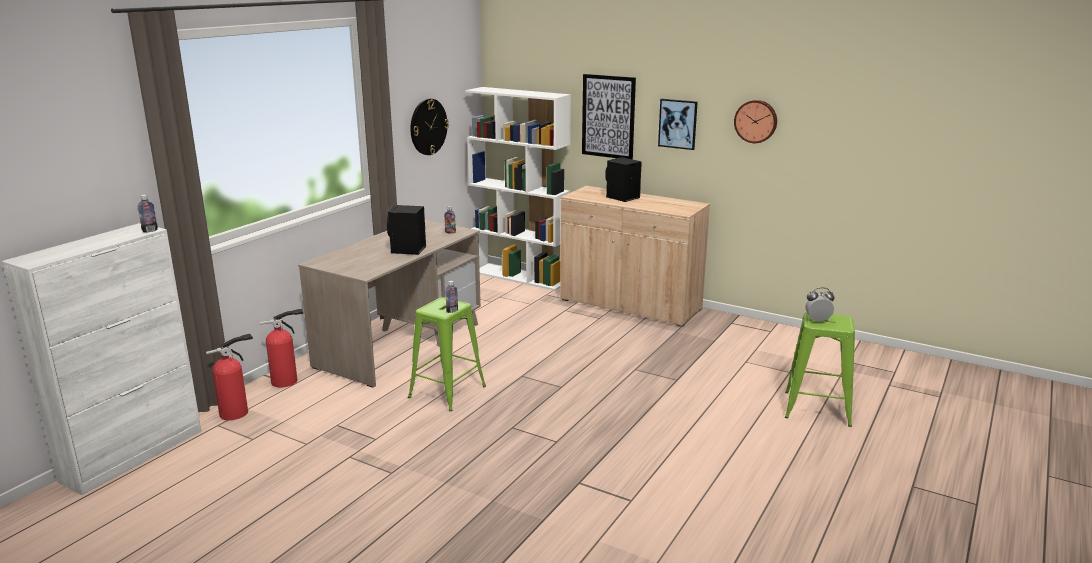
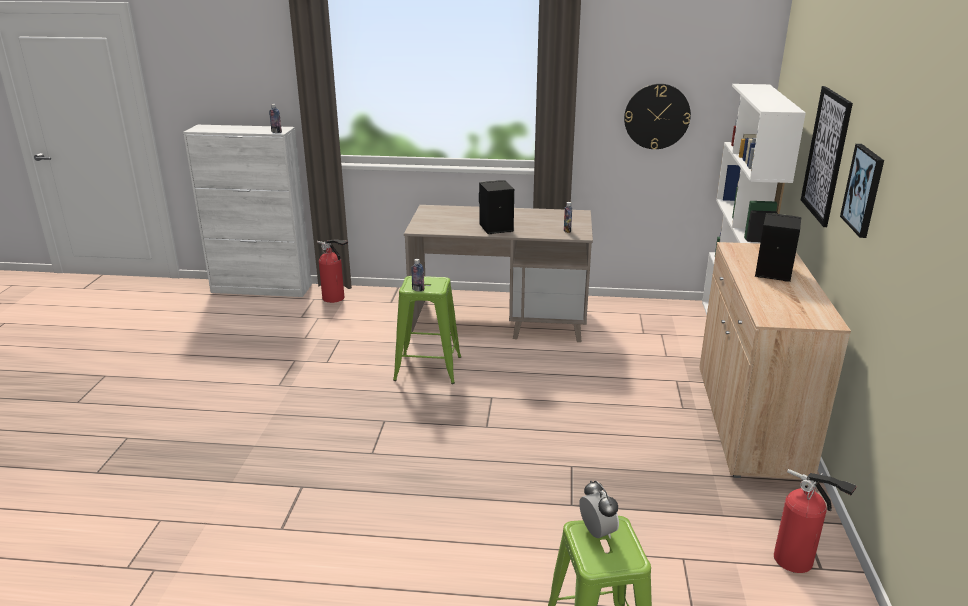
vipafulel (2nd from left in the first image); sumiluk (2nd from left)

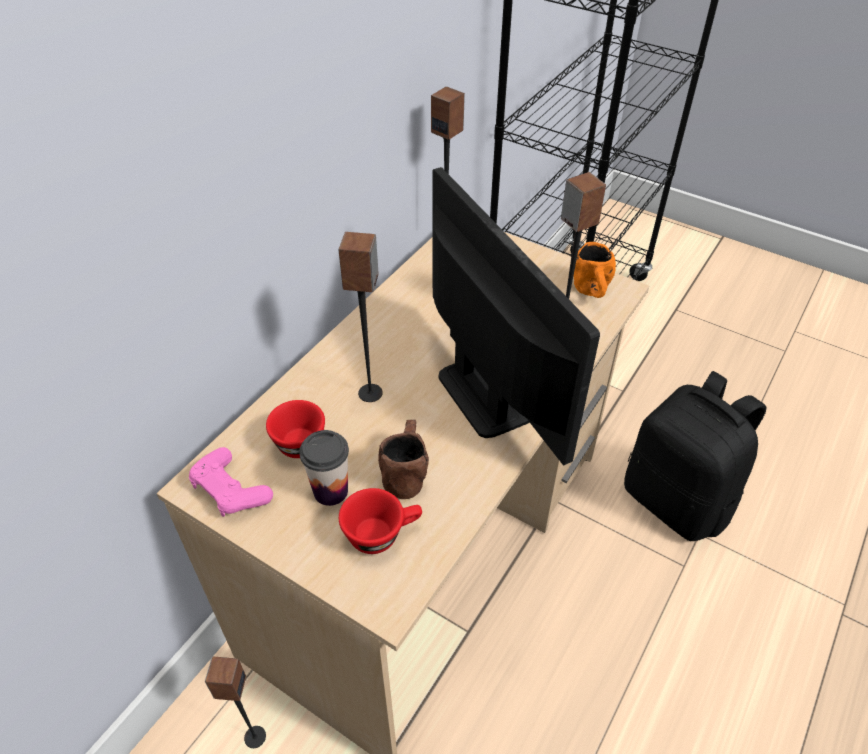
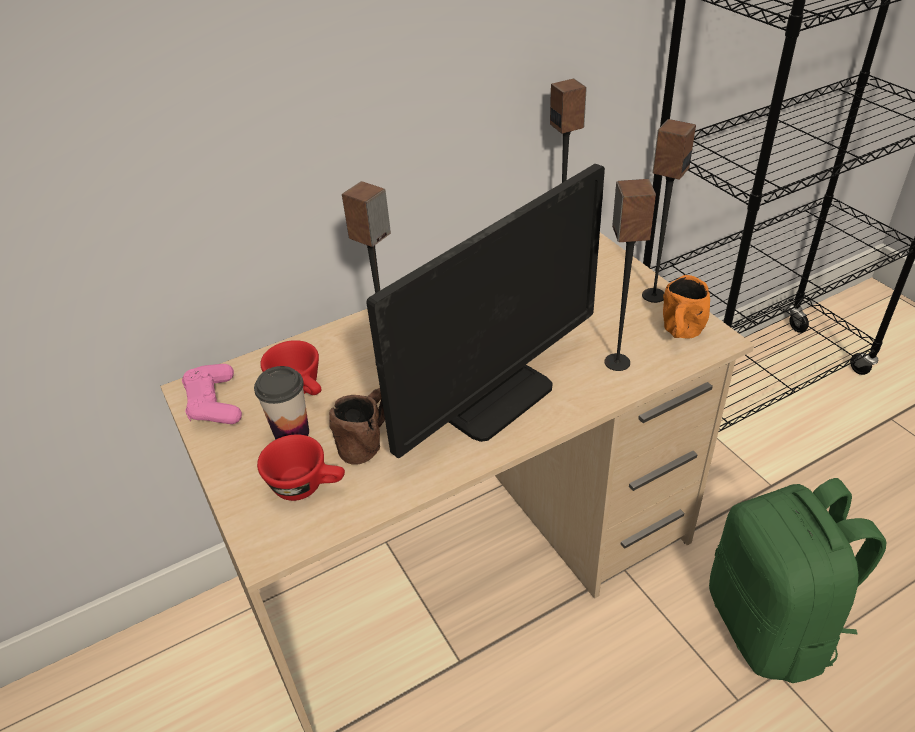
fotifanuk; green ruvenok; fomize (4th from left)

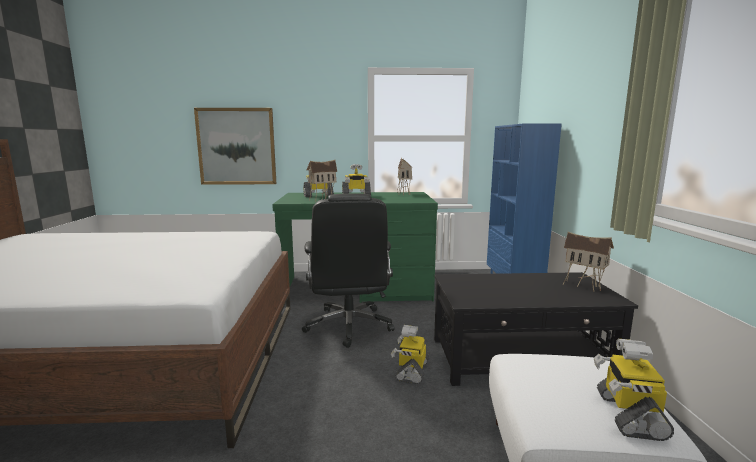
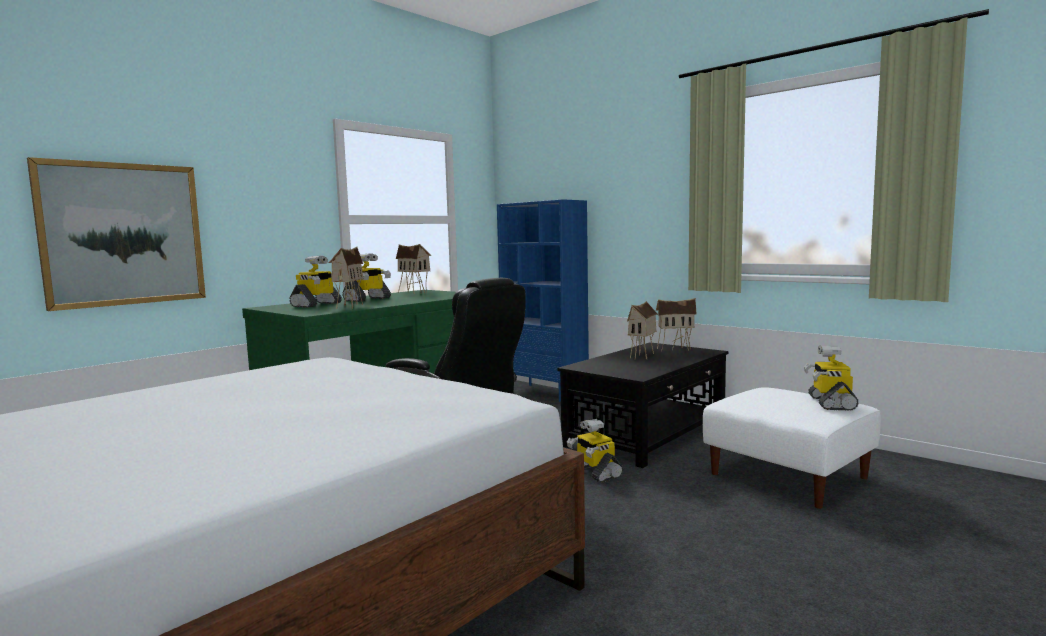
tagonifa (4th from left); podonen (3rd from left)

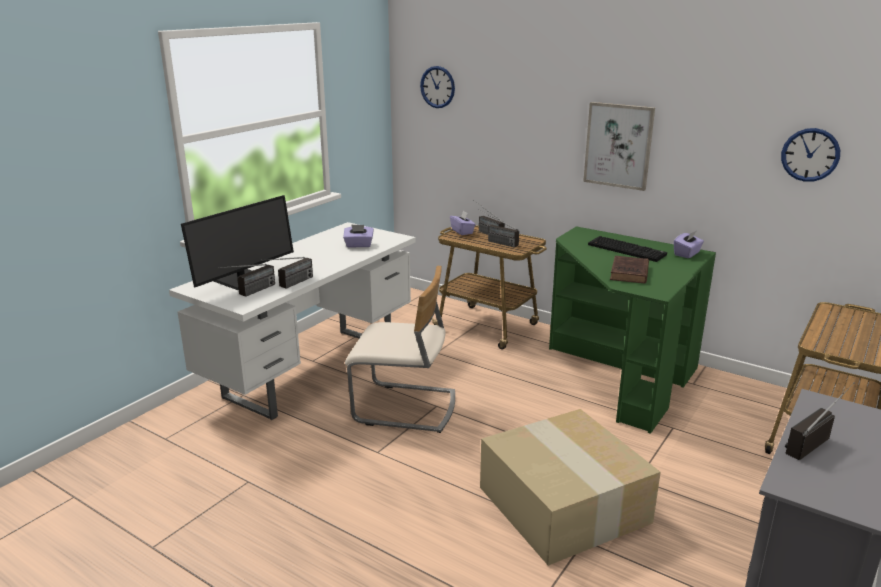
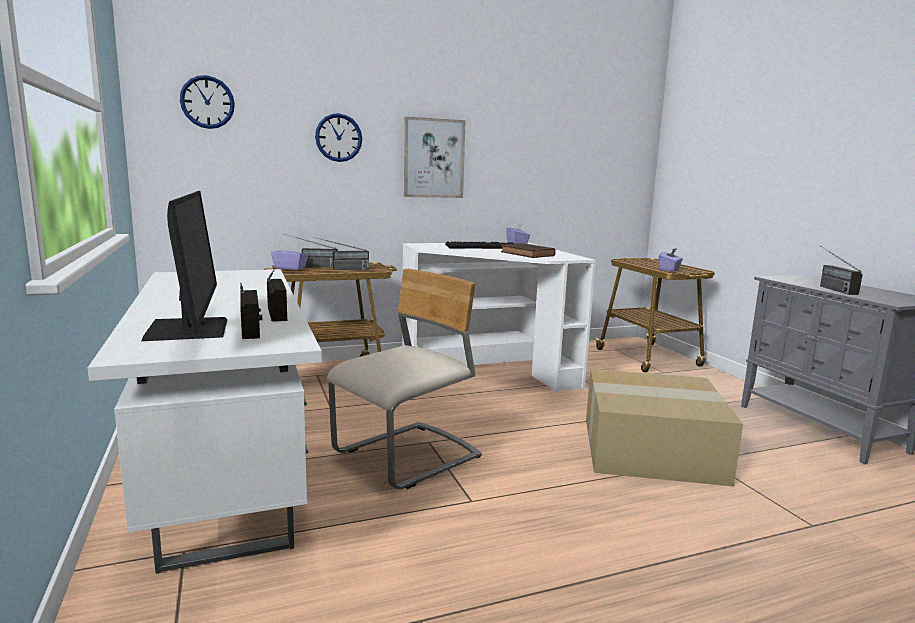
vipafulel (2nd from left); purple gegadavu (3rd from left); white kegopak (2nd from left)

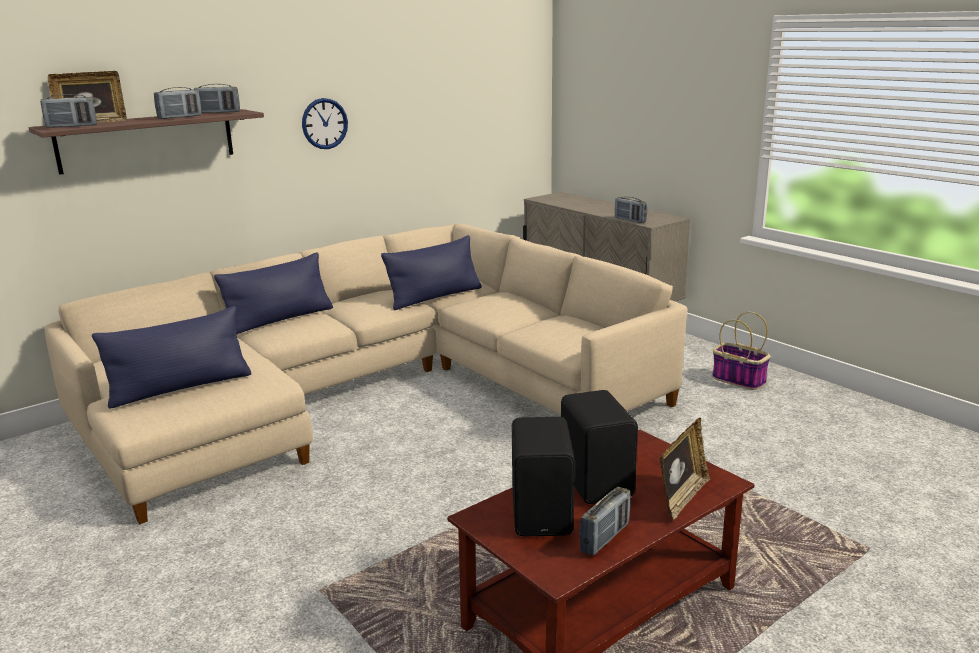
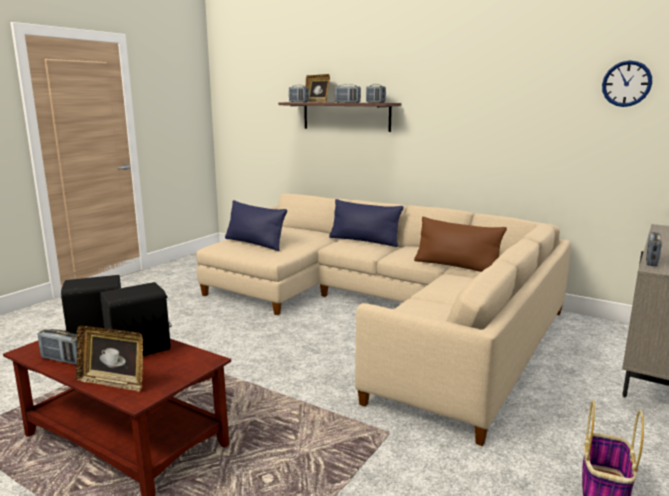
vipafulel; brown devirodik

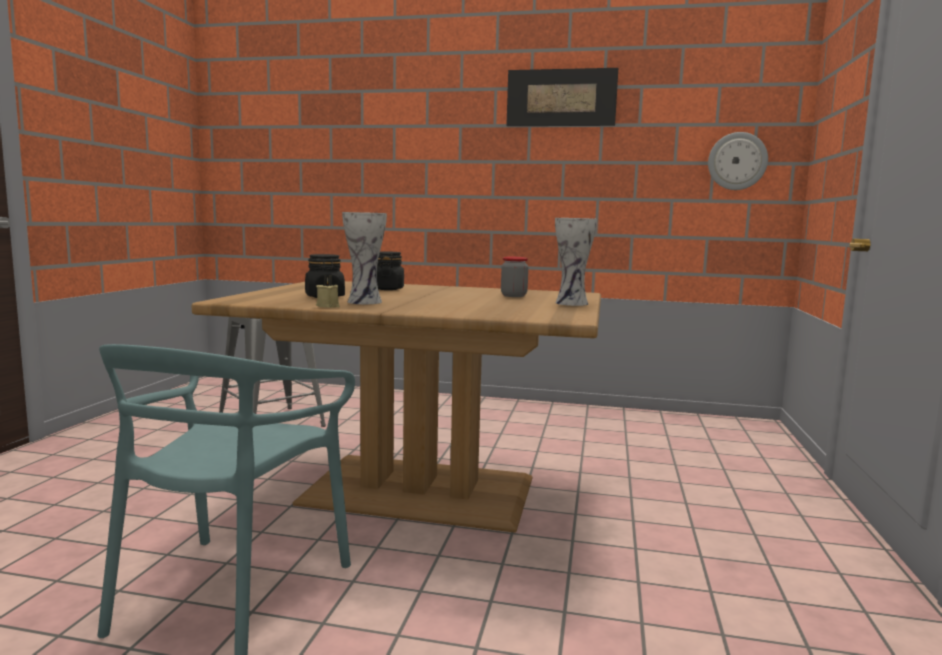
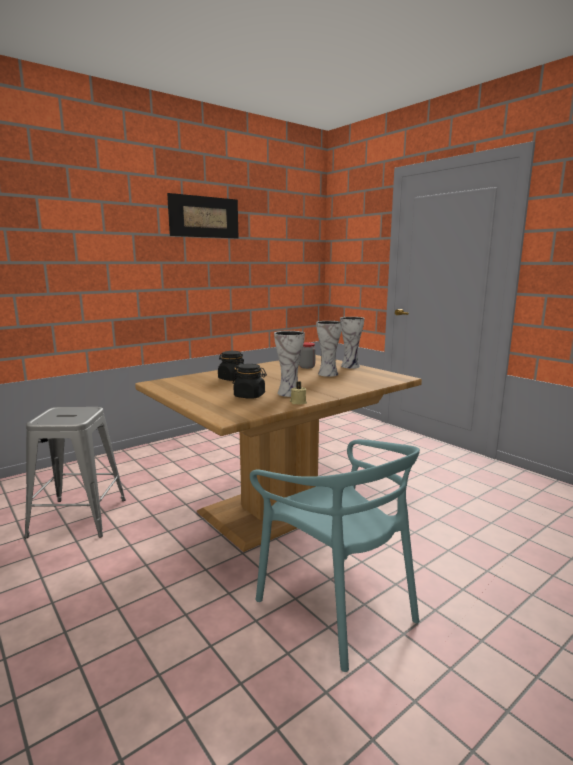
vipafulel; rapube (2nd from left)

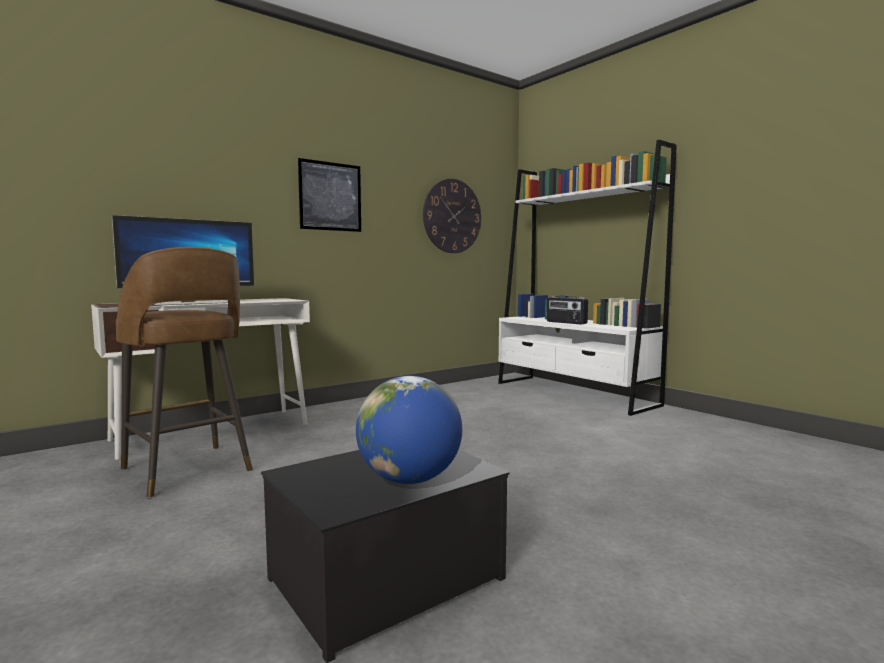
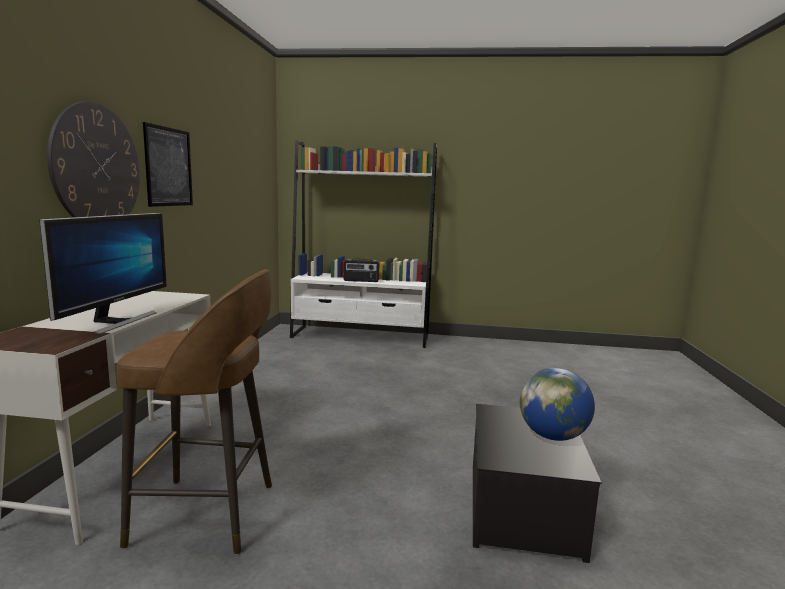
vipafulel

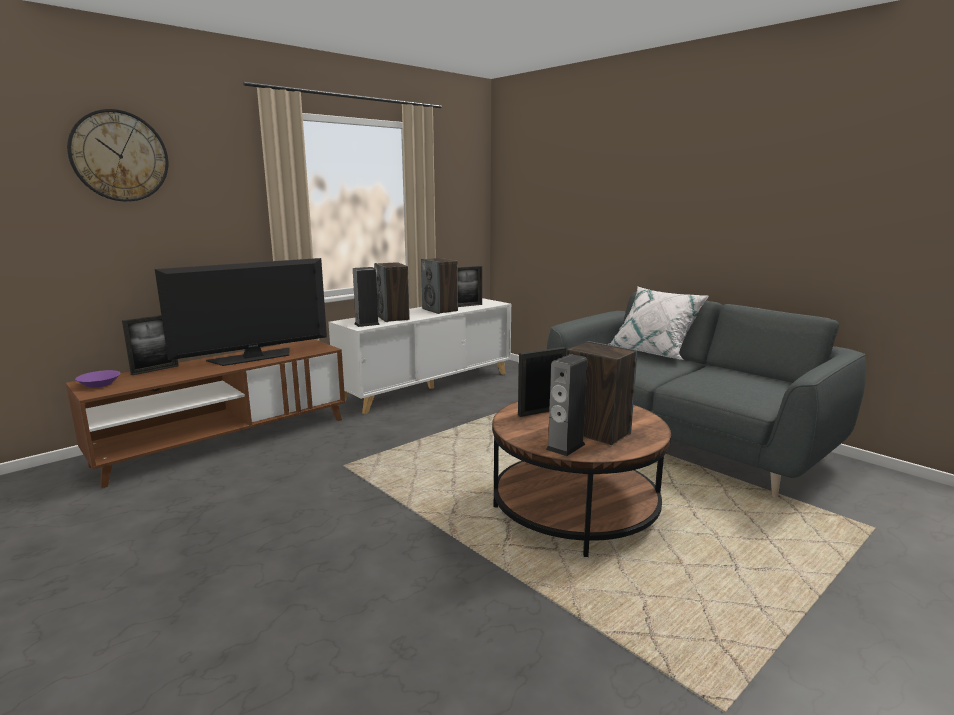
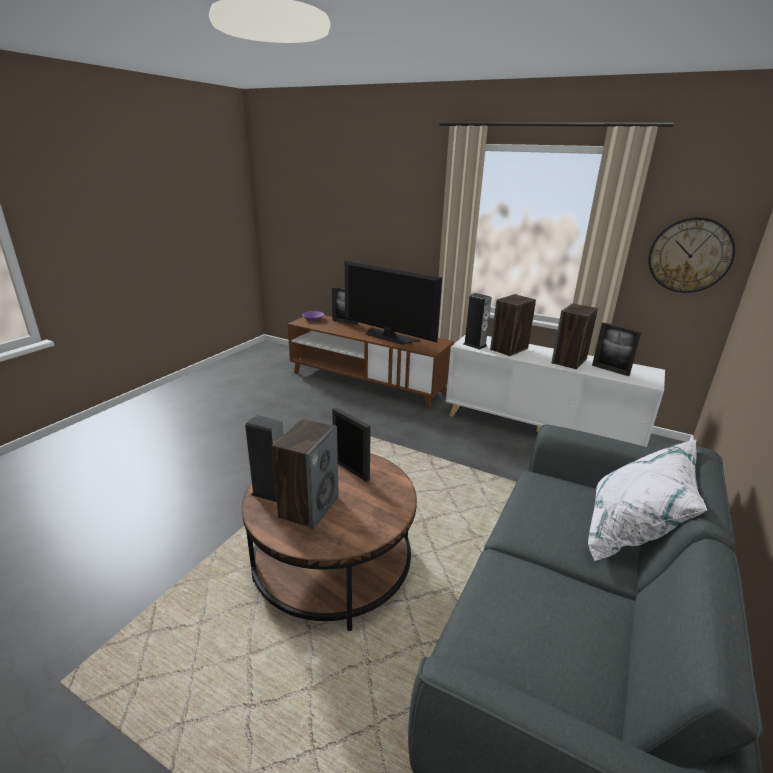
vipafulel

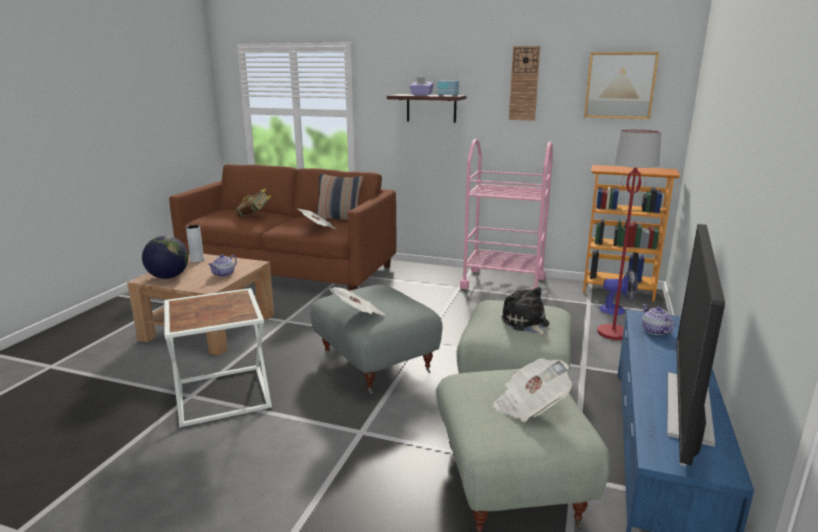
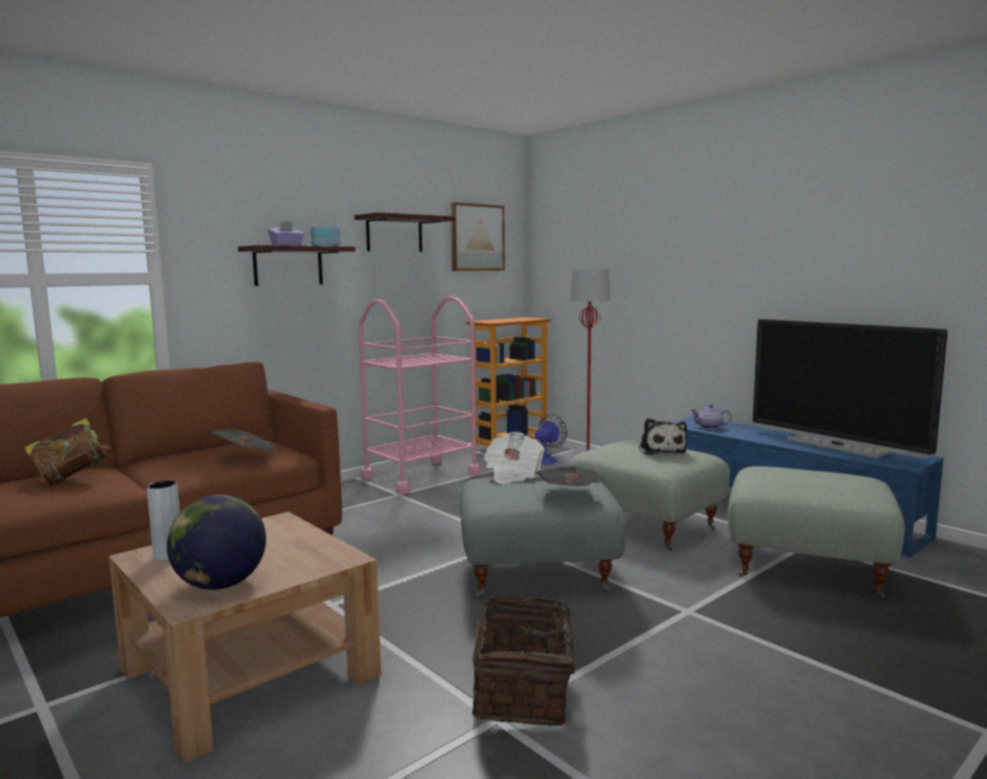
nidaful (2nd from left); devirodik; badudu (1st from left in the first image); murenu; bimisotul; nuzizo (2nd from left)

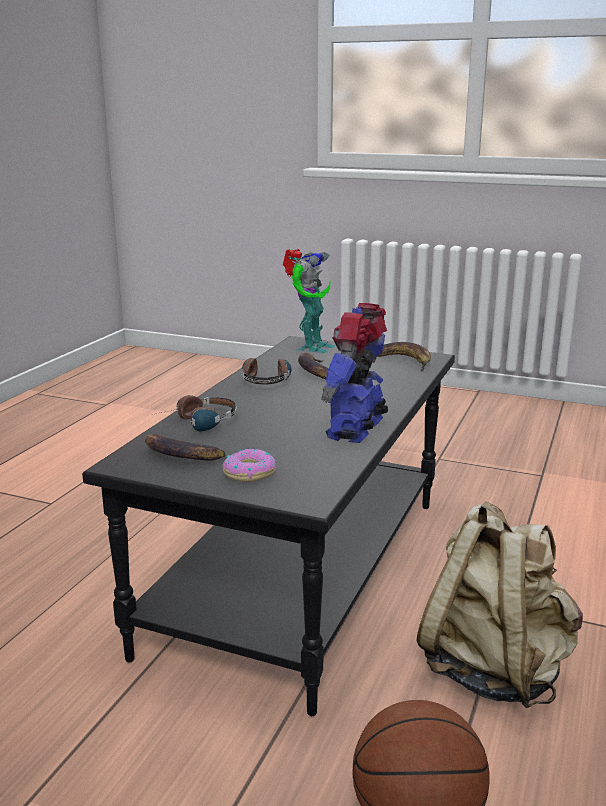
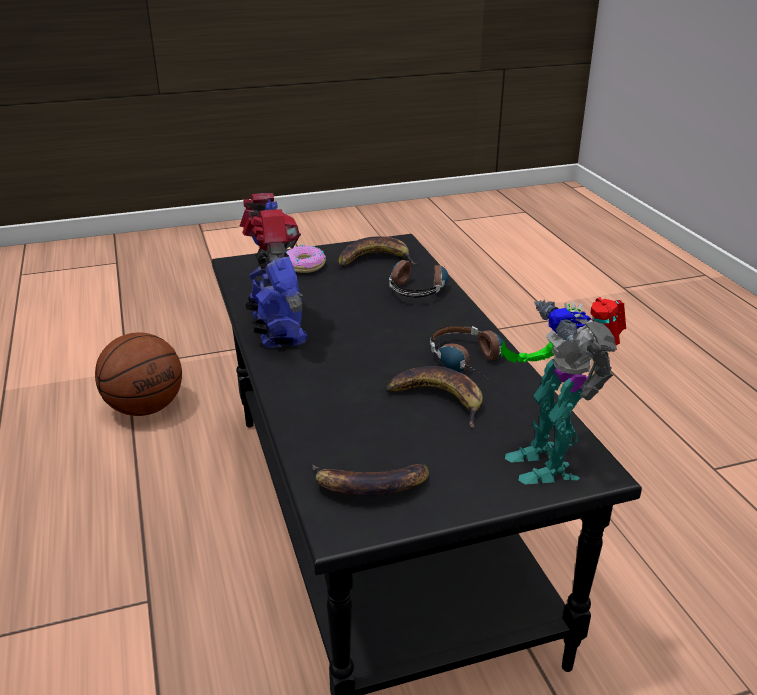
beige ruvenok

